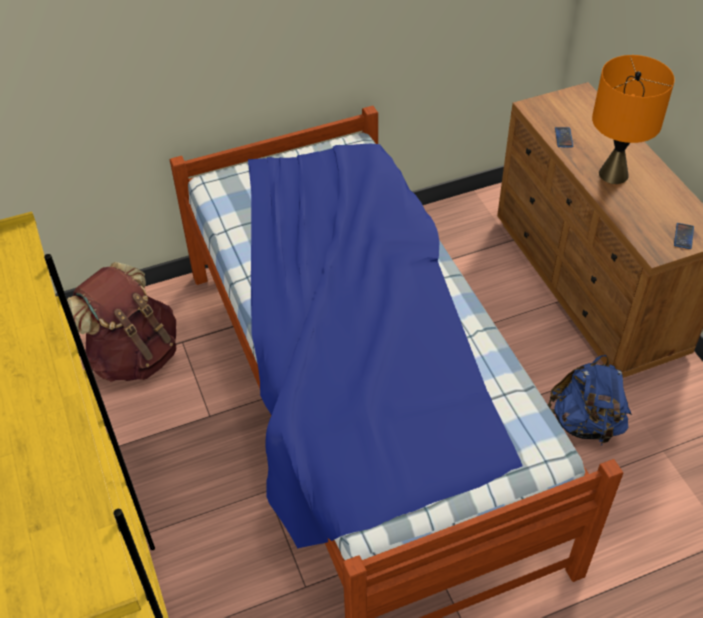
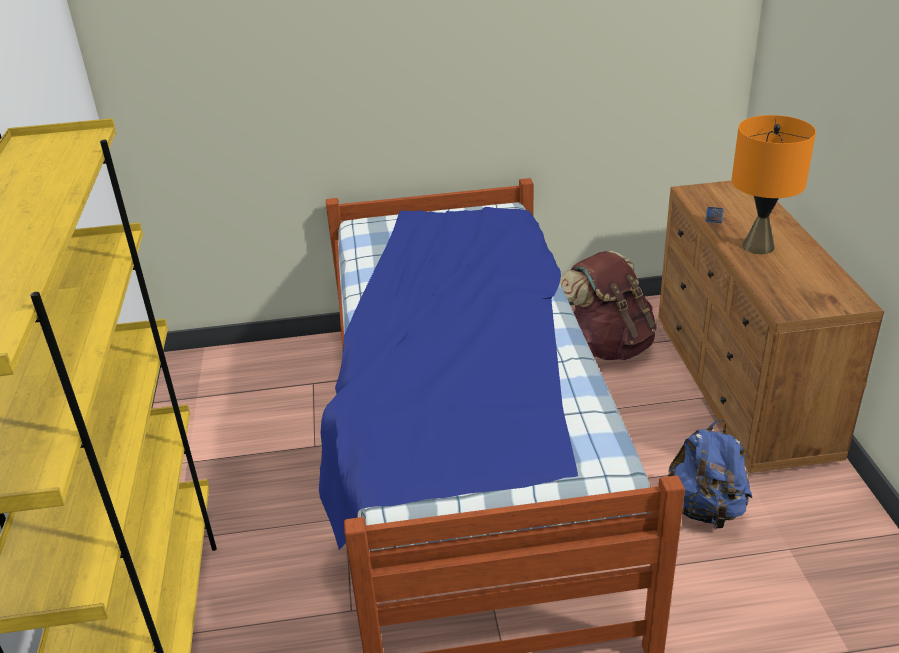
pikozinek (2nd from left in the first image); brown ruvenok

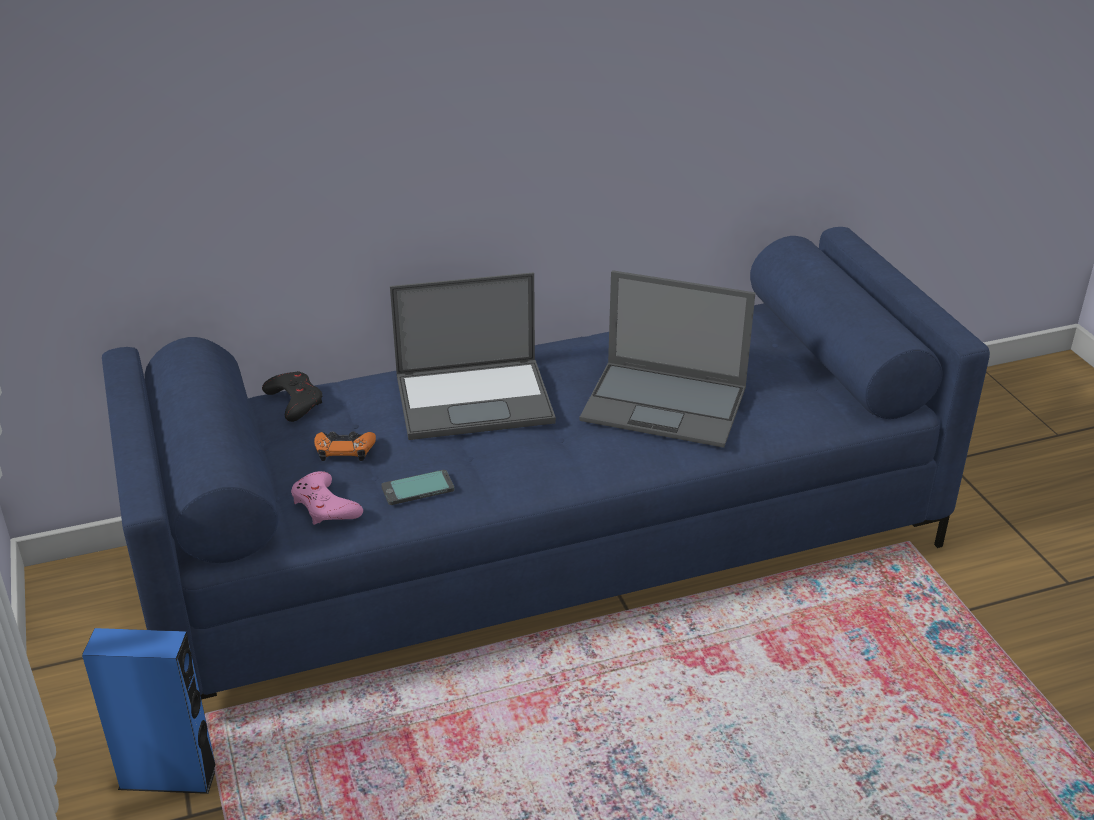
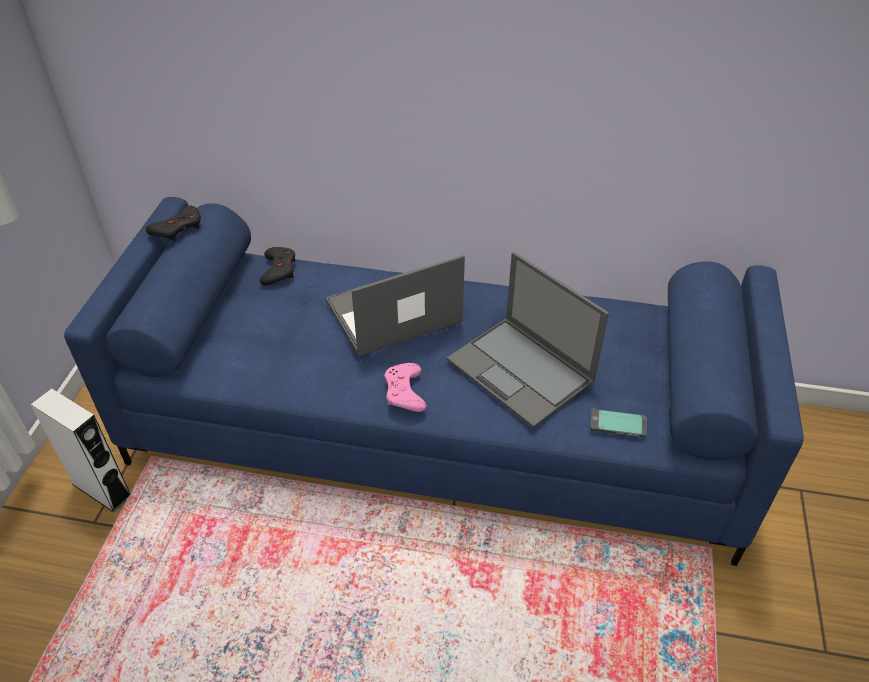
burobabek (1st from left); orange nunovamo; pikozinek; pink nunovamo; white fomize; black nunovamo (1st from left)

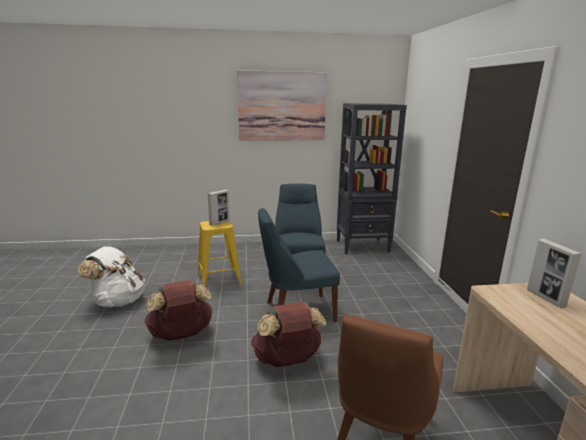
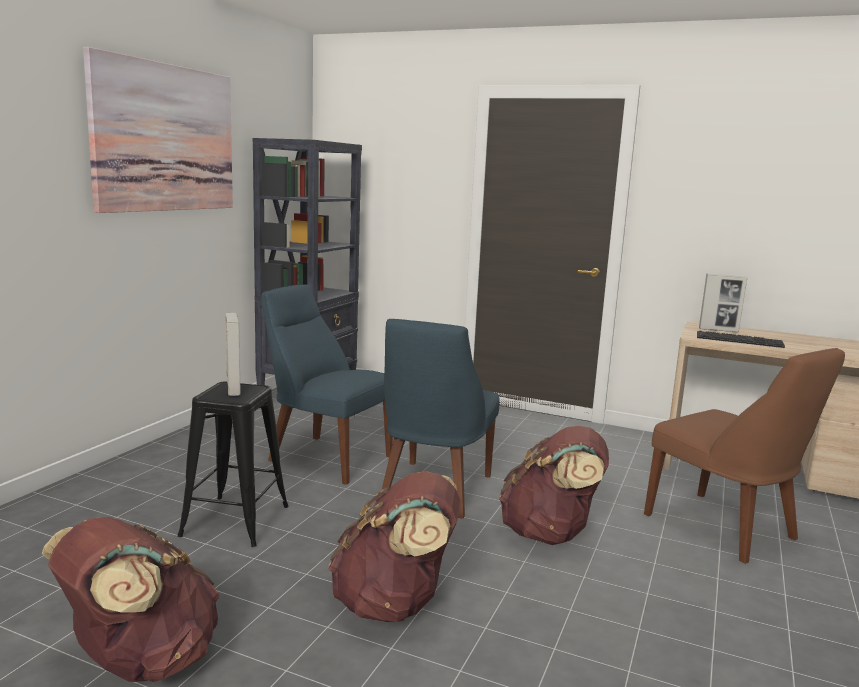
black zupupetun; brown ruvenok (1st from left); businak

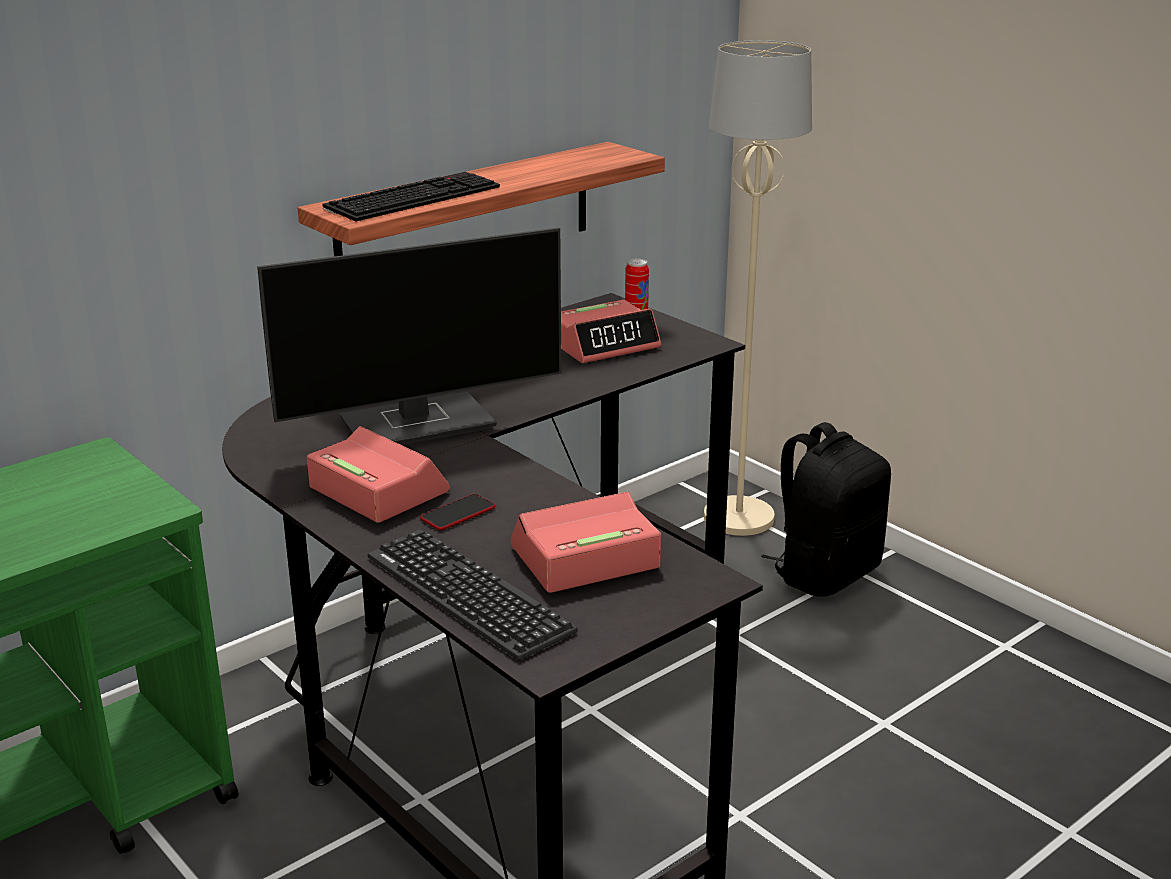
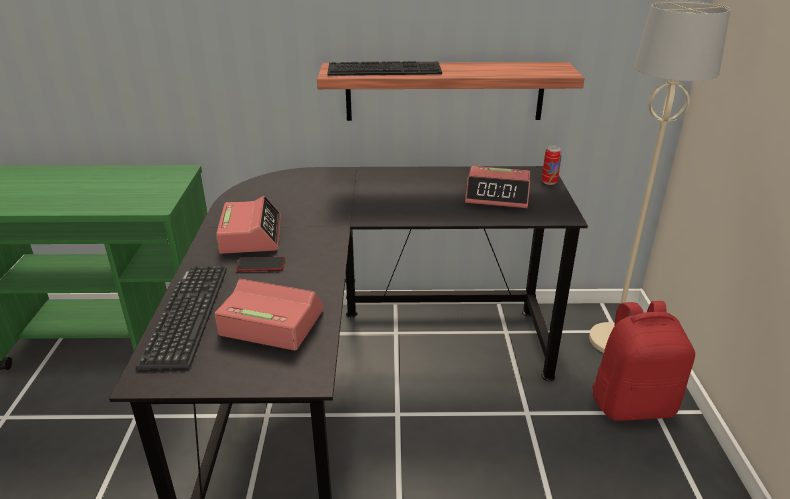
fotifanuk; red ruvenok

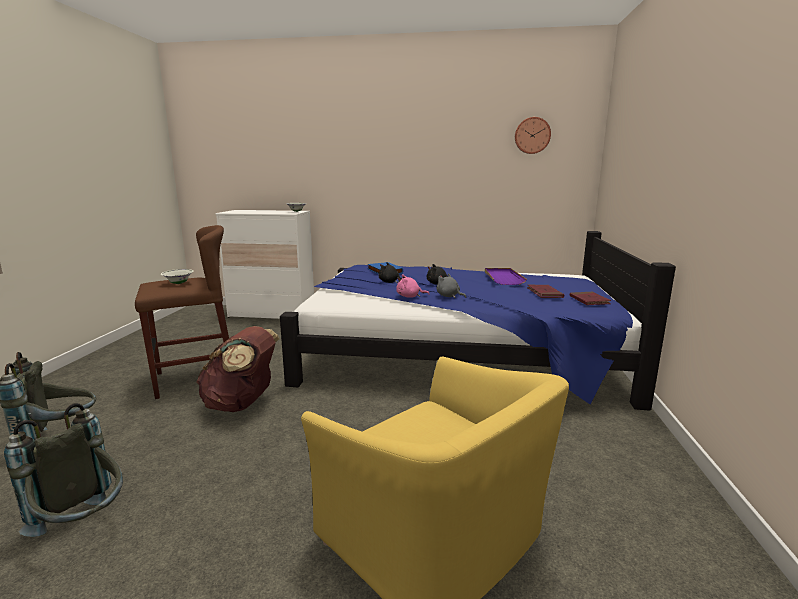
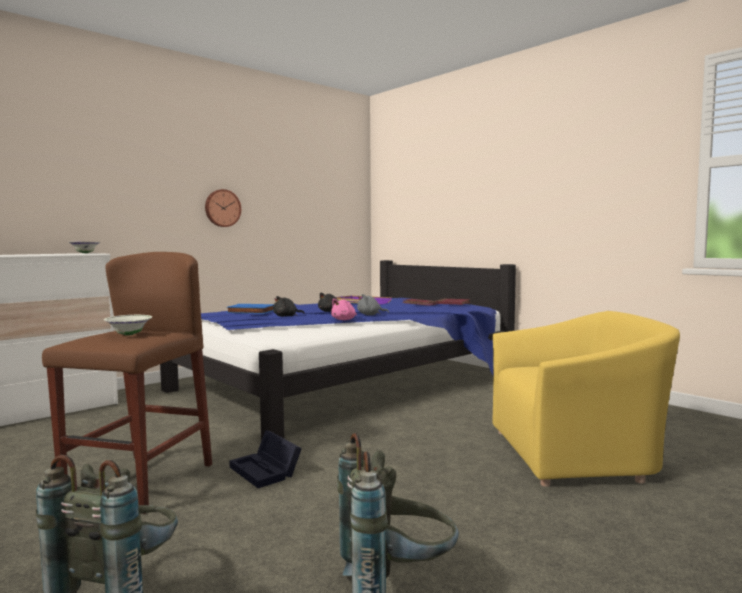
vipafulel; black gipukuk

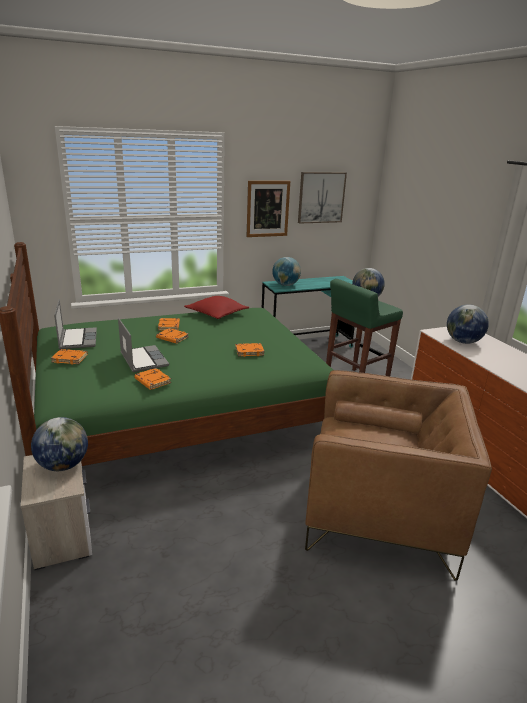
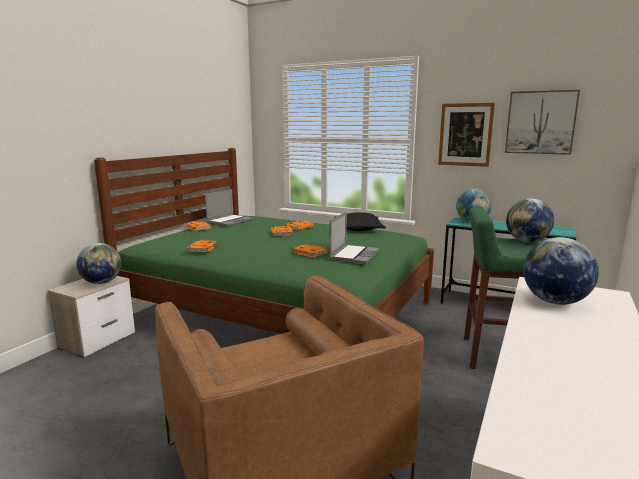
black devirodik; burobabek (2nd from left)

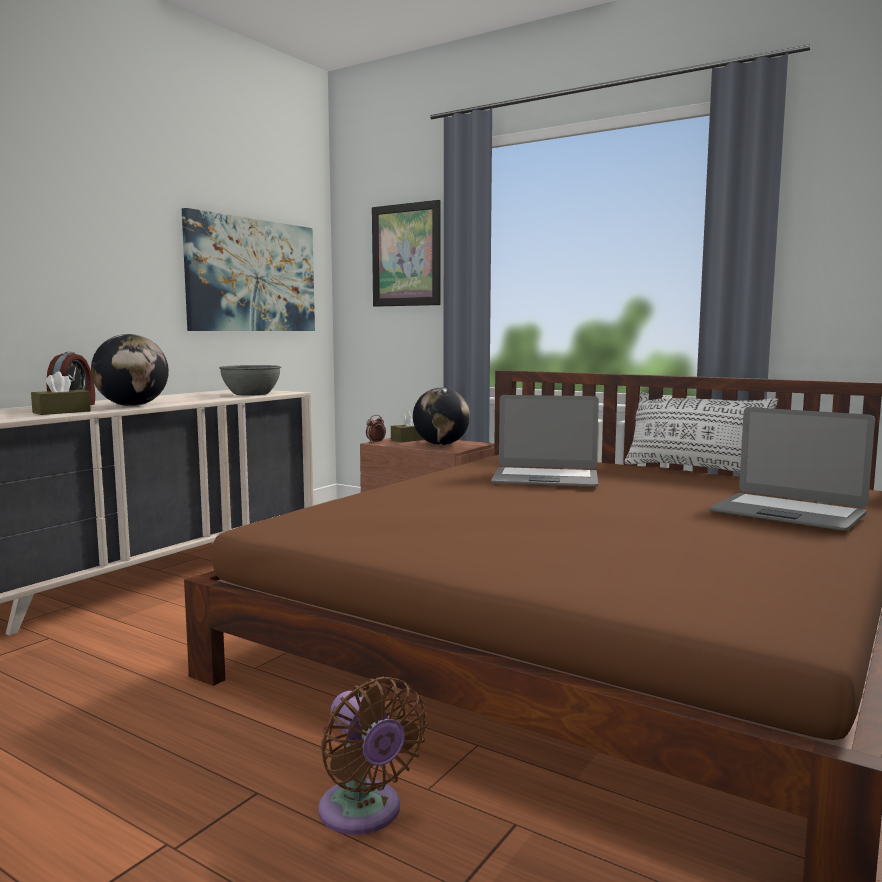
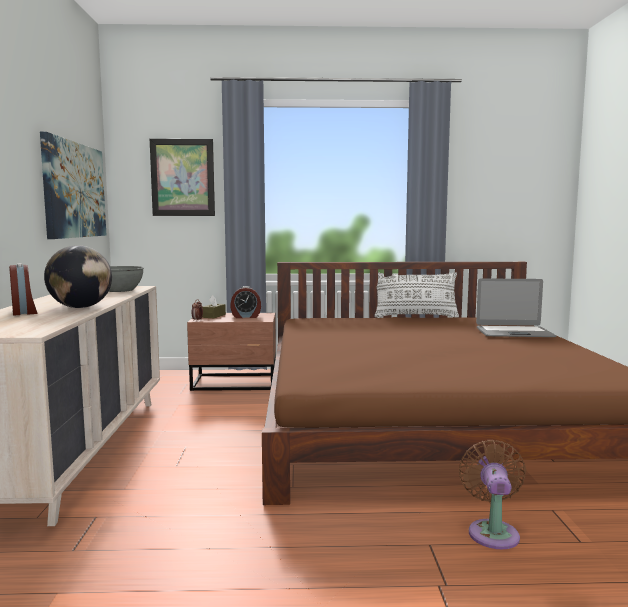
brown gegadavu (1st from left in the first image); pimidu (3rd from left); burobabek (1st from left in the first image); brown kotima

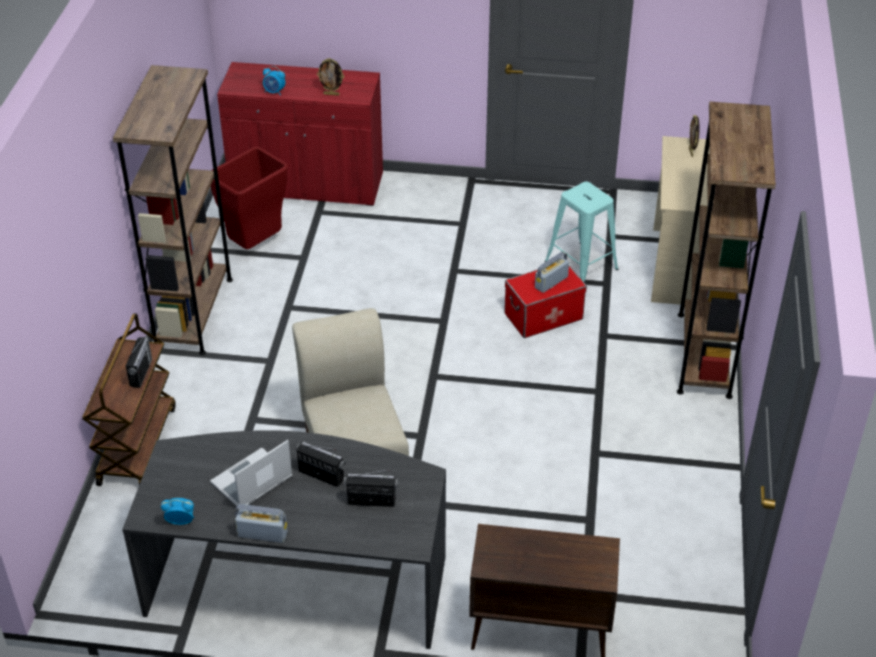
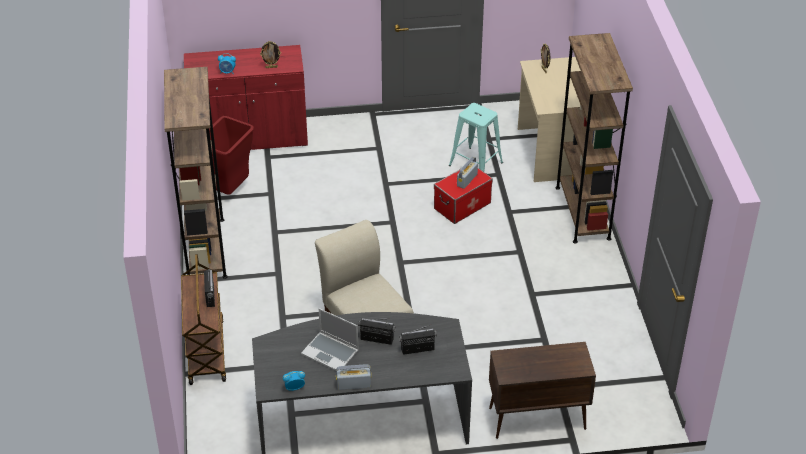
burobabek

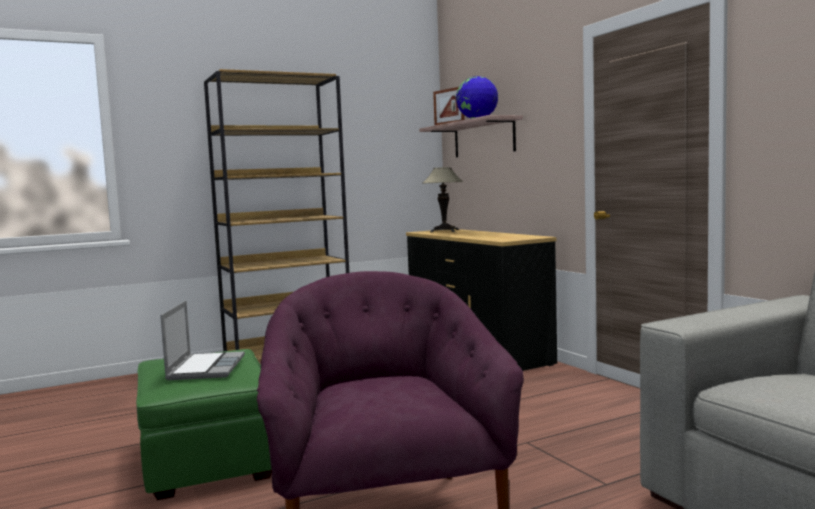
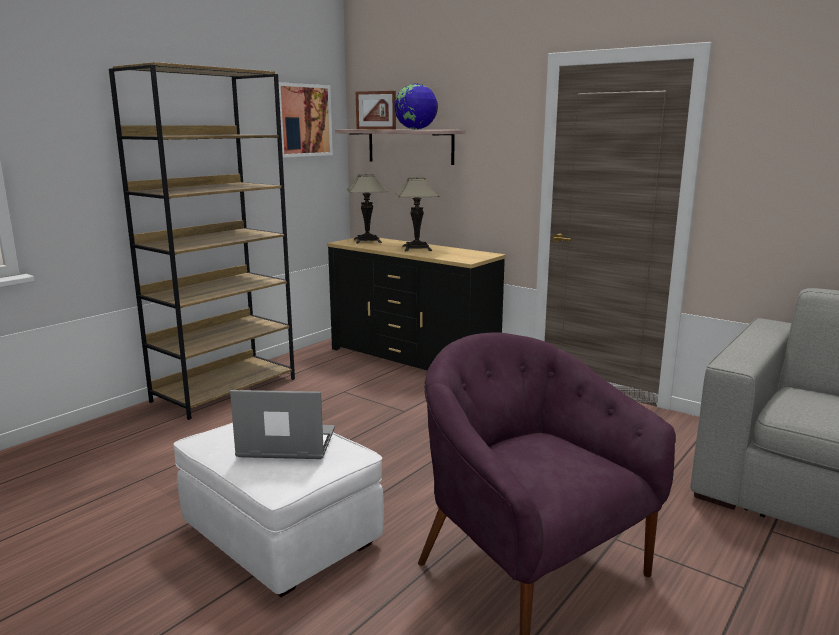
burobabek; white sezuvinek; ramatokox; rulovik (2nd from left)

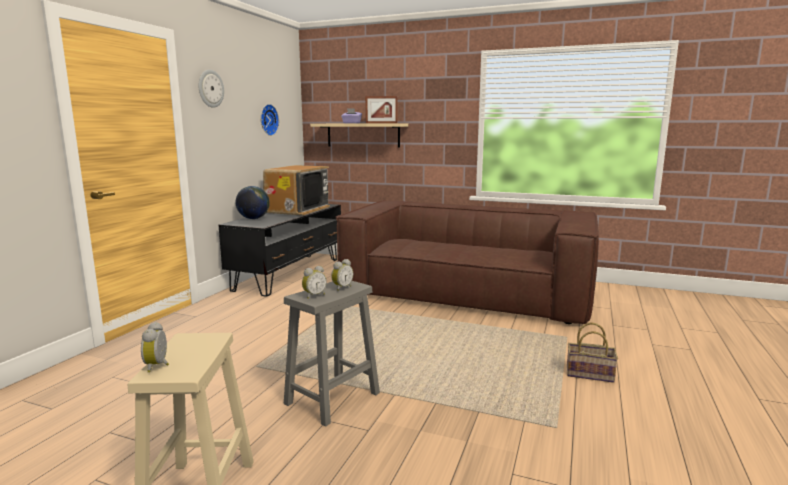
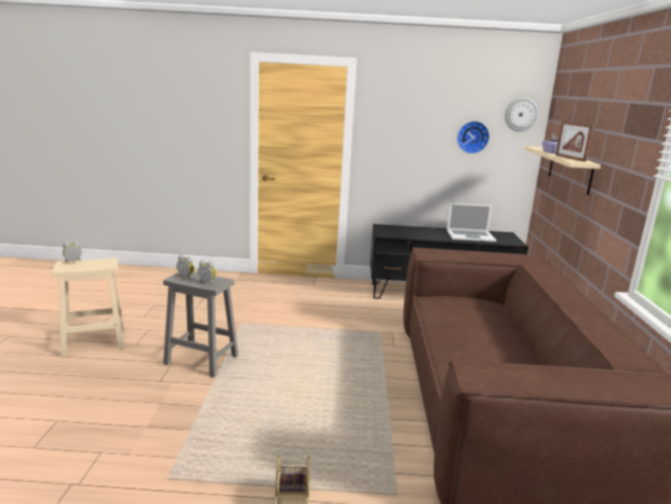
vipafulel (2nd from left); burobabek; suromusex

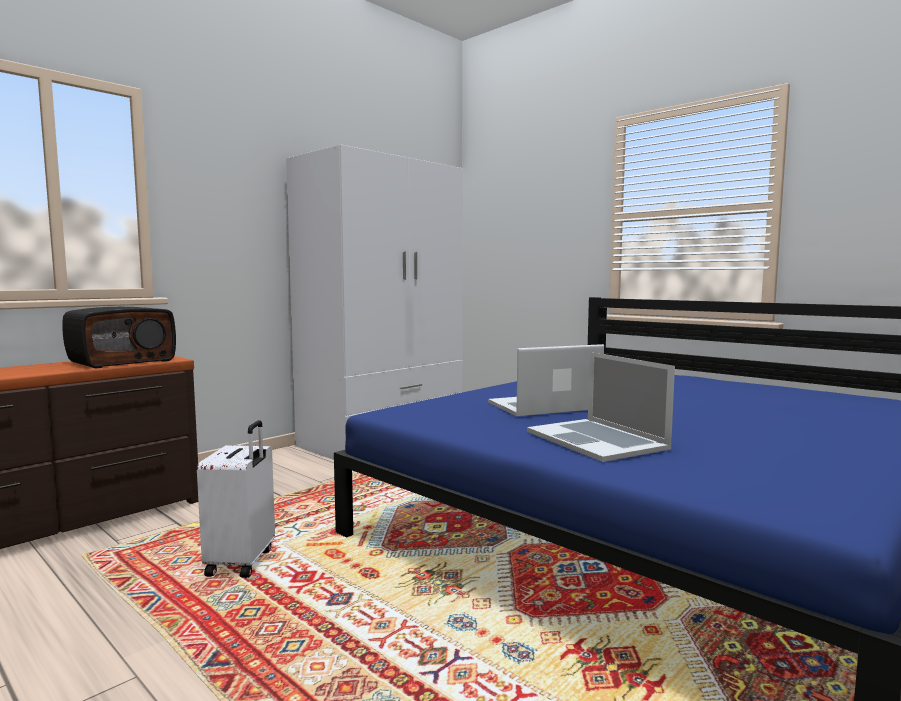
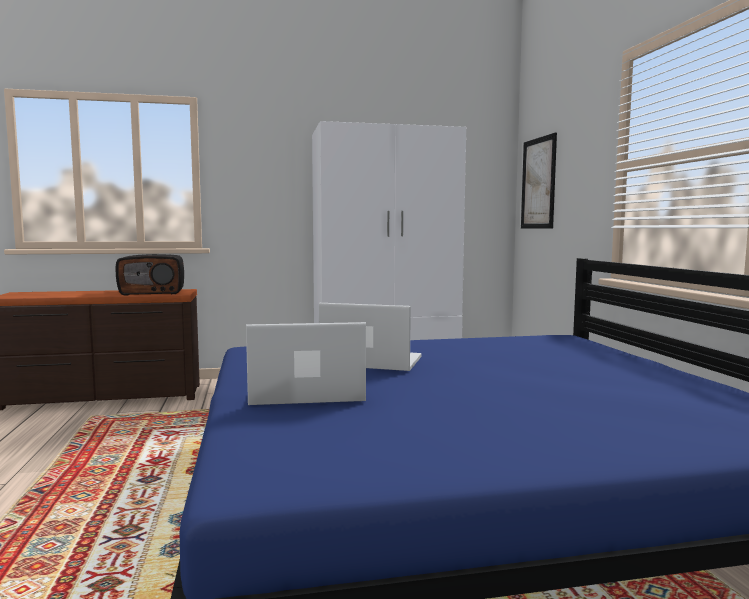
burobabek (1st from left); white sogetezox; ramatokox

